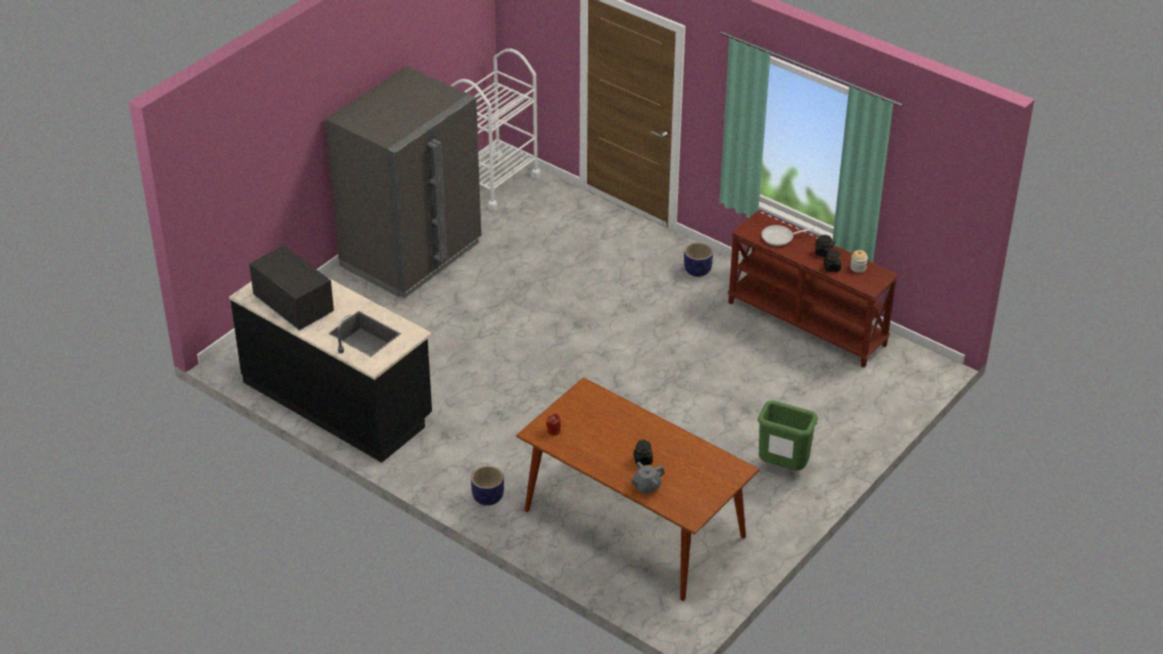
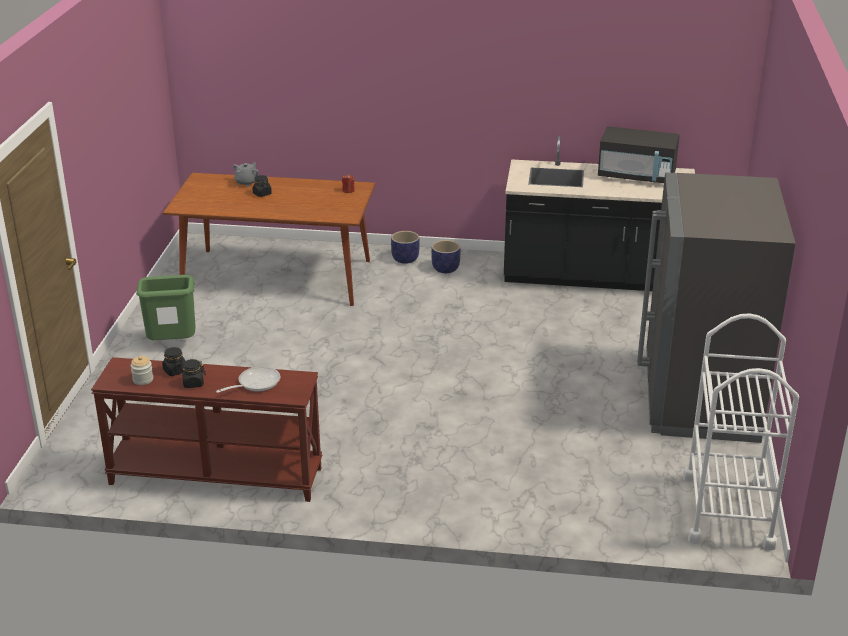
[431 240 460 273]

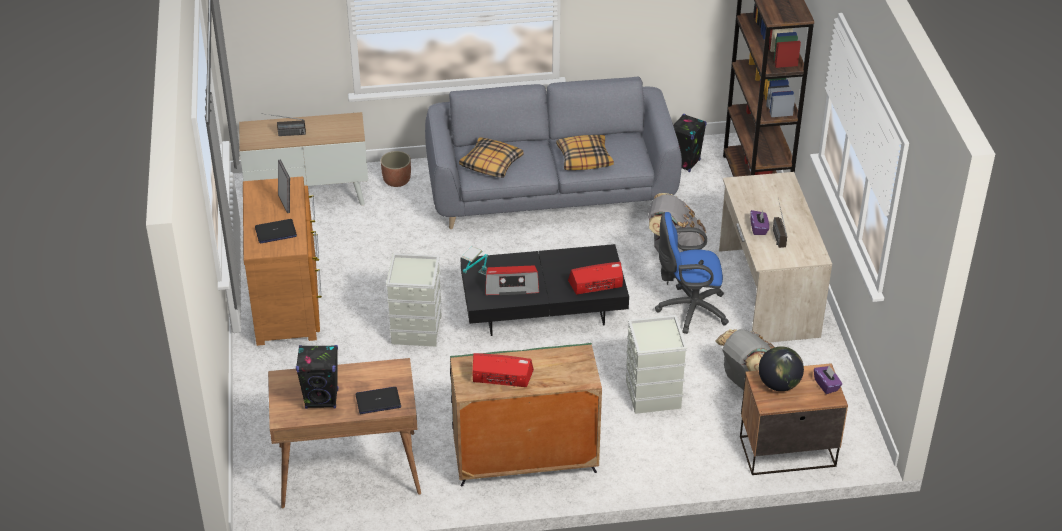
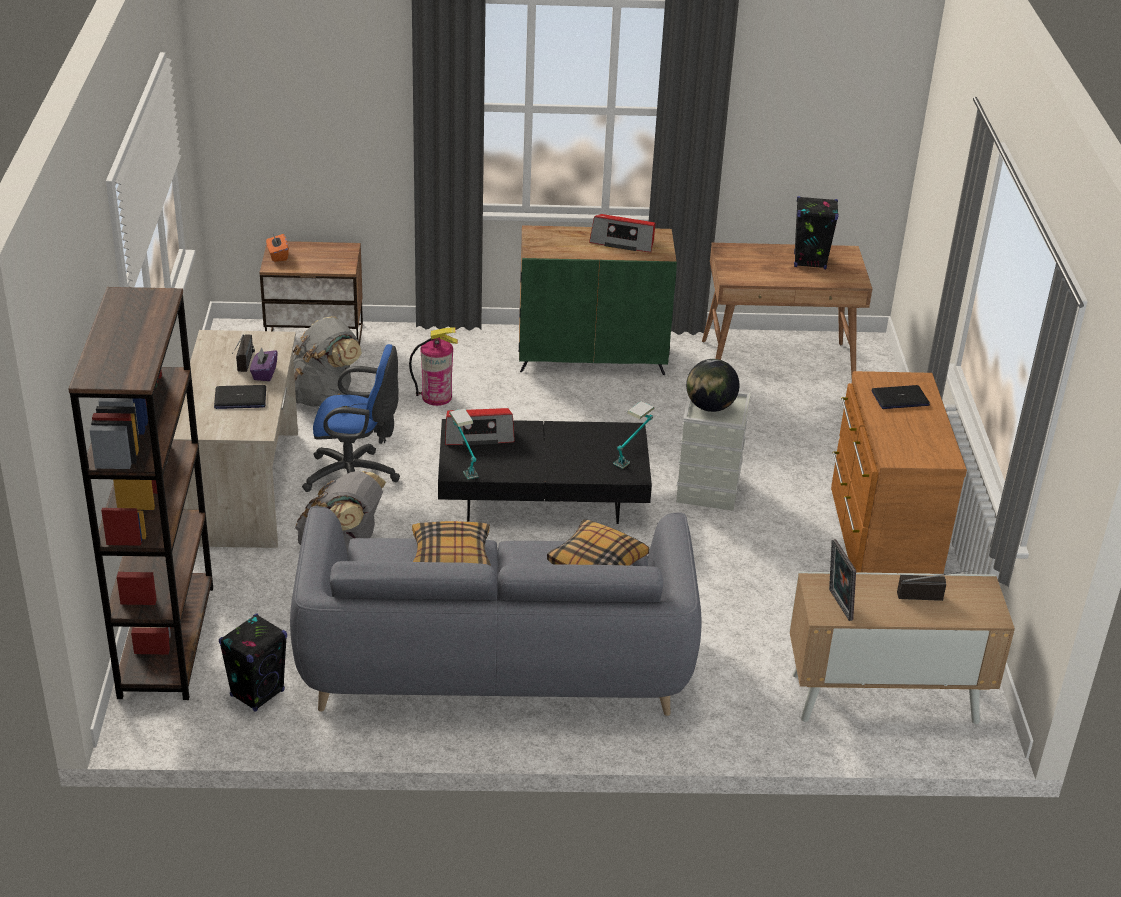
[381 151 411 187] (first image)
[485 266 539 295] (first image)
[449 408 479 480]
[829 539 856 621]
[214 385 266 409]
[686 359 740 412]
[409 327 458 406]
[266 233 289 262]

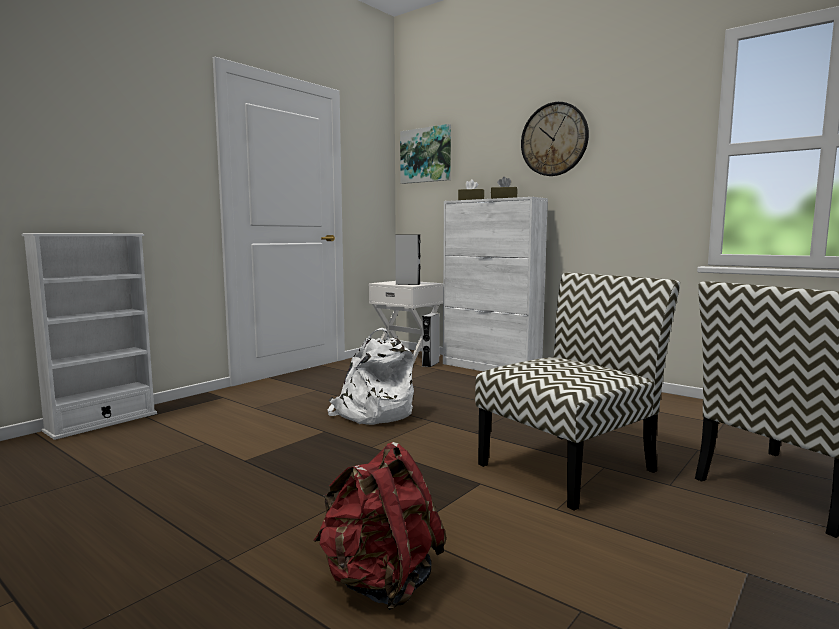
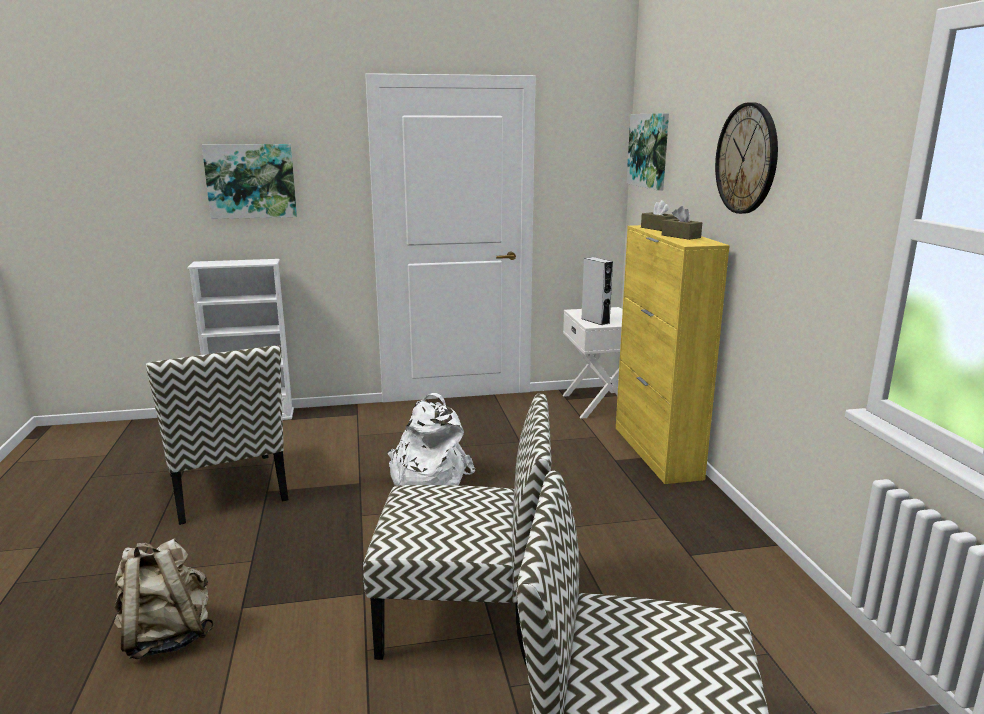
[422 313 440 367] (first image)
[146 345 289 525]
[202 144 297 219]
[114 538 214 659]
[616 225 730 484]

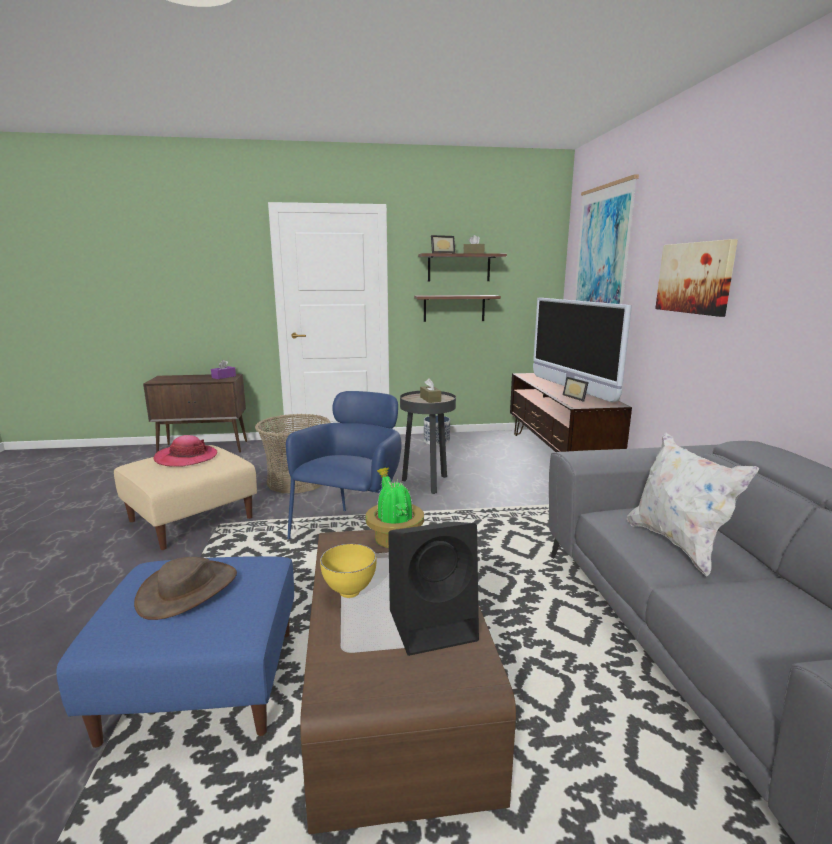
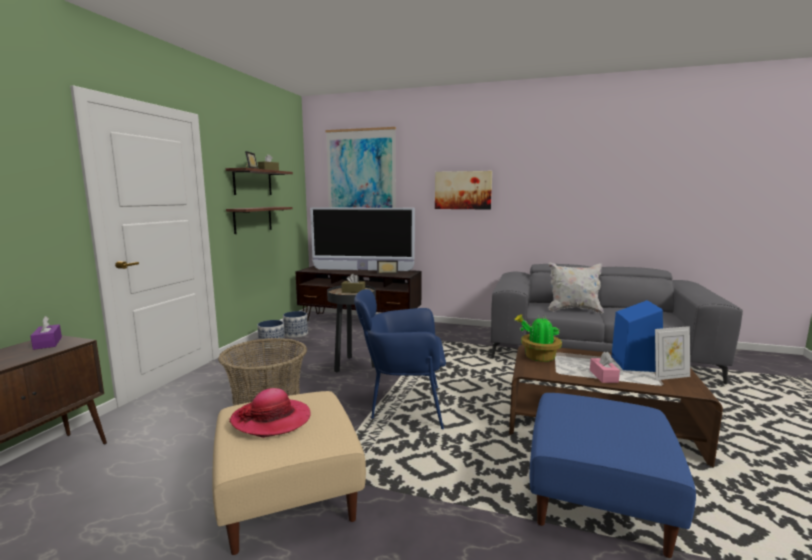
[134 557 237 620] (first image)
[283 311 308 338]
[655 326 690 380]
[590 352 620 383]
[612 300 663 372]
[354 289 446 429]

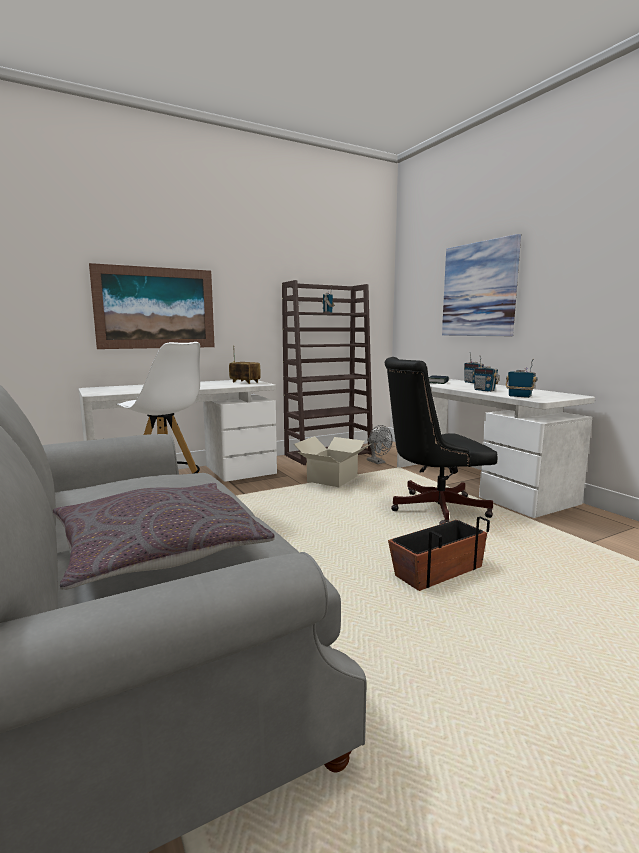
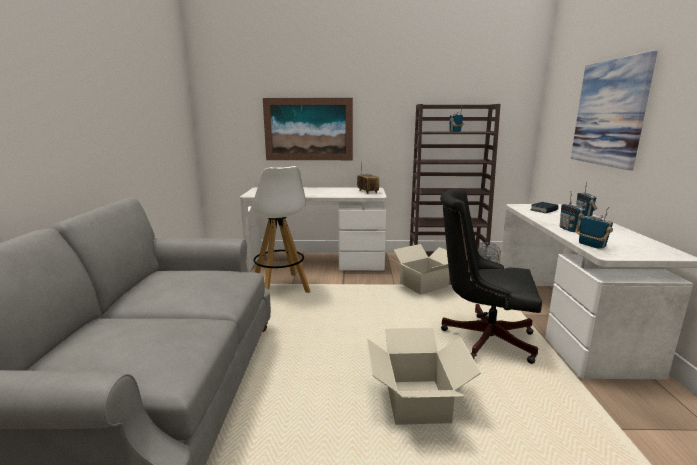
[53 483 275 590] (first image)
[366 328 481 425]

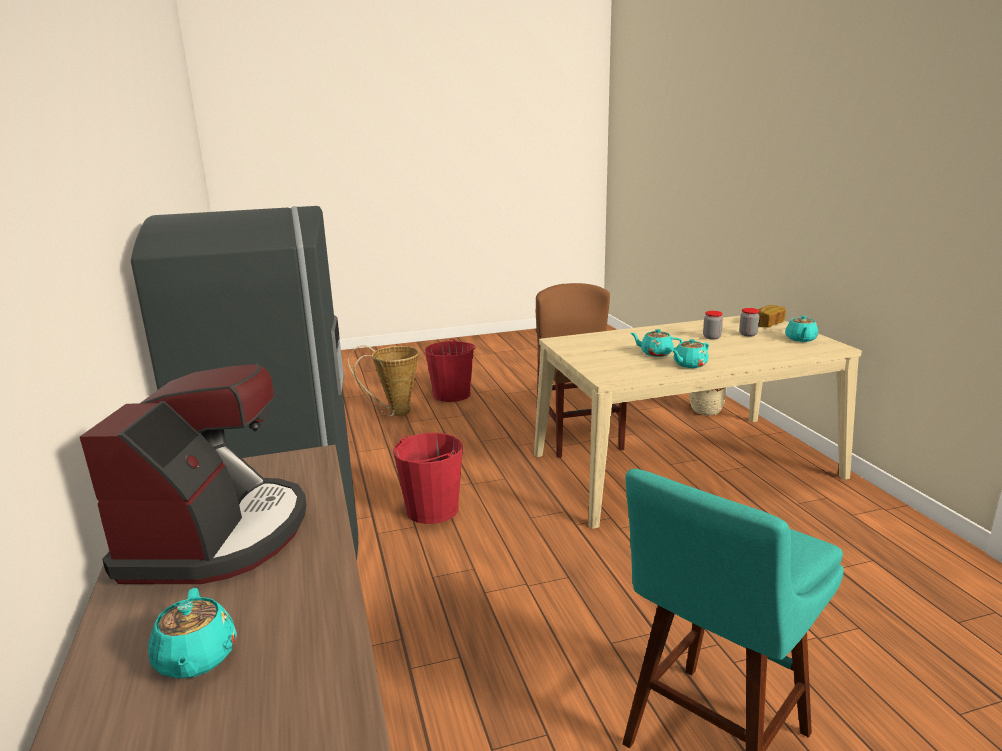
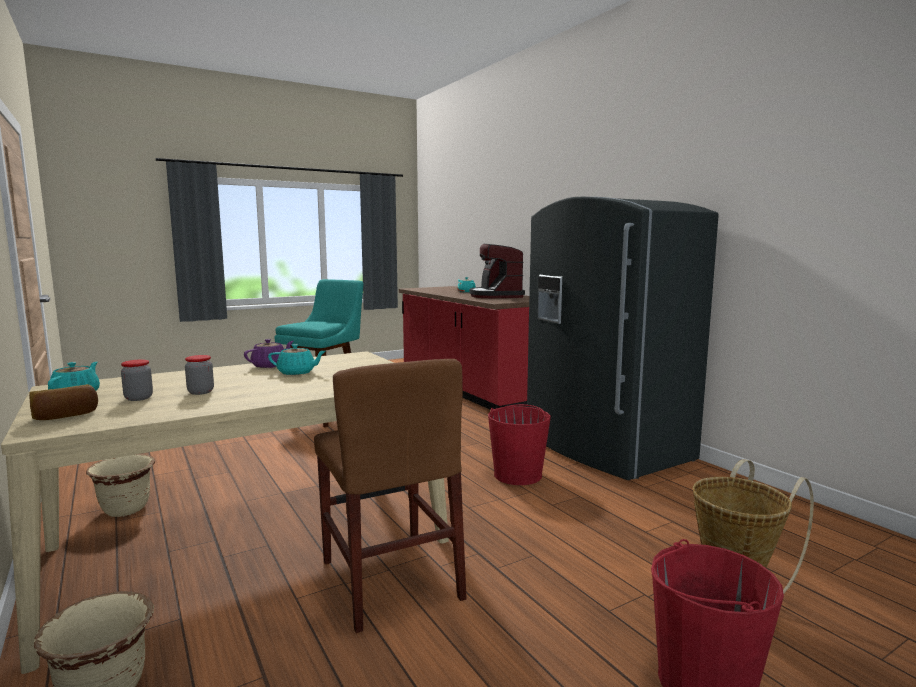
[86 454 155 517]
[244 339 294 368]

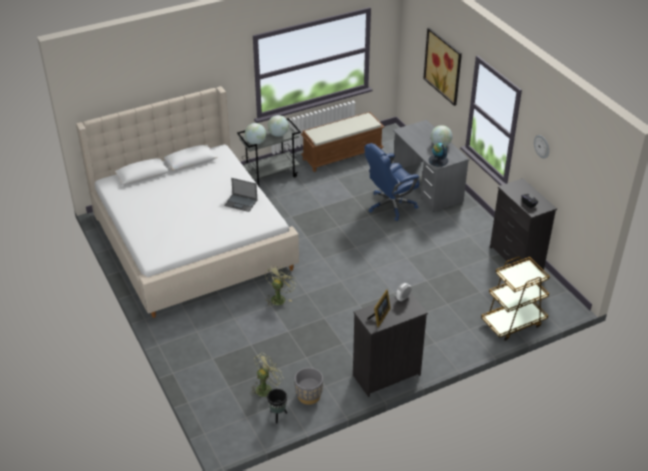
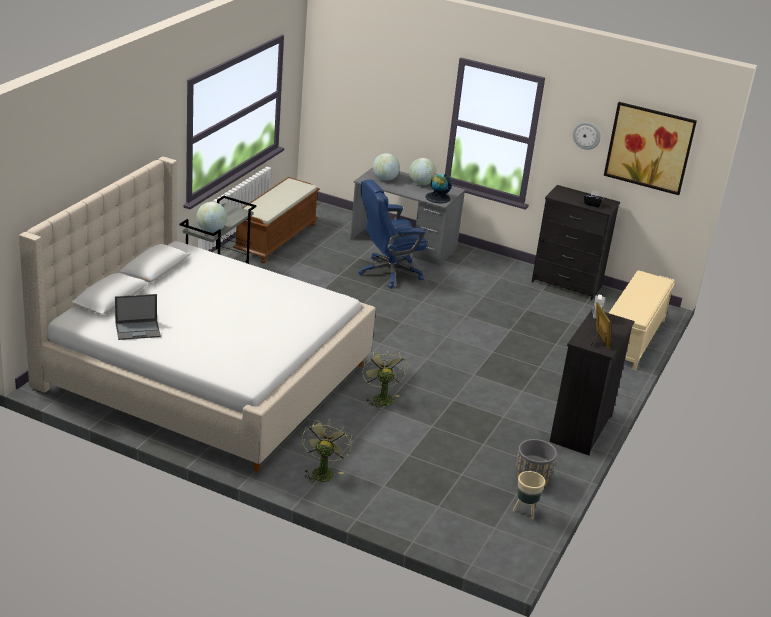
[115 294 161 340]
[302 420 352 485]
[373 153 400 181]
[604 102 697 195]
[609 270 675 370]
[513 471 545 519]
[358 179 427 289]

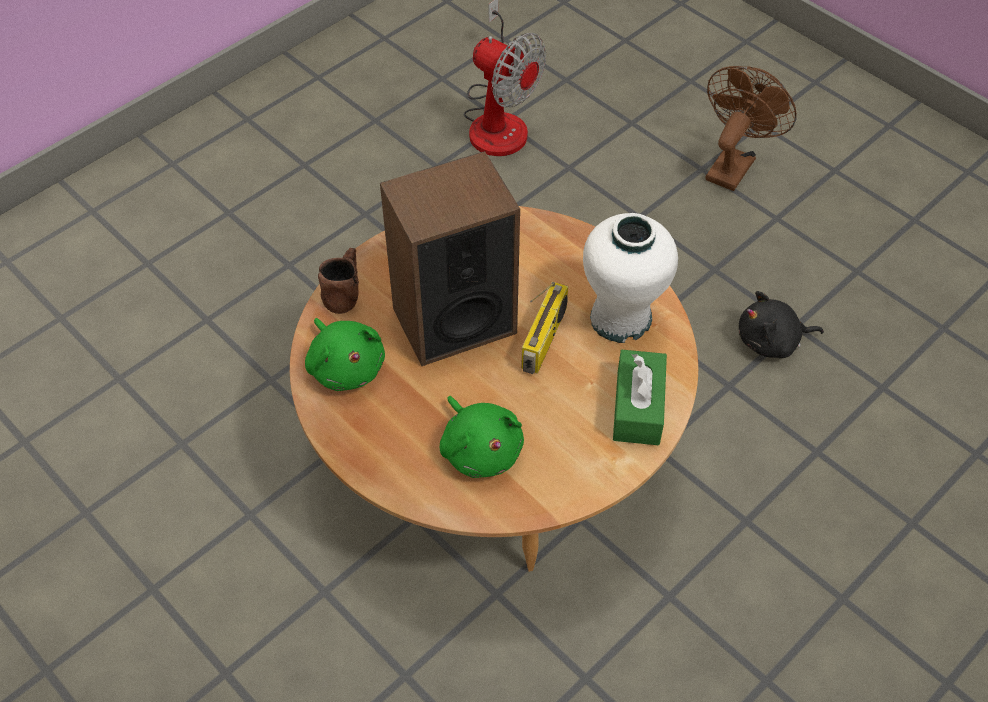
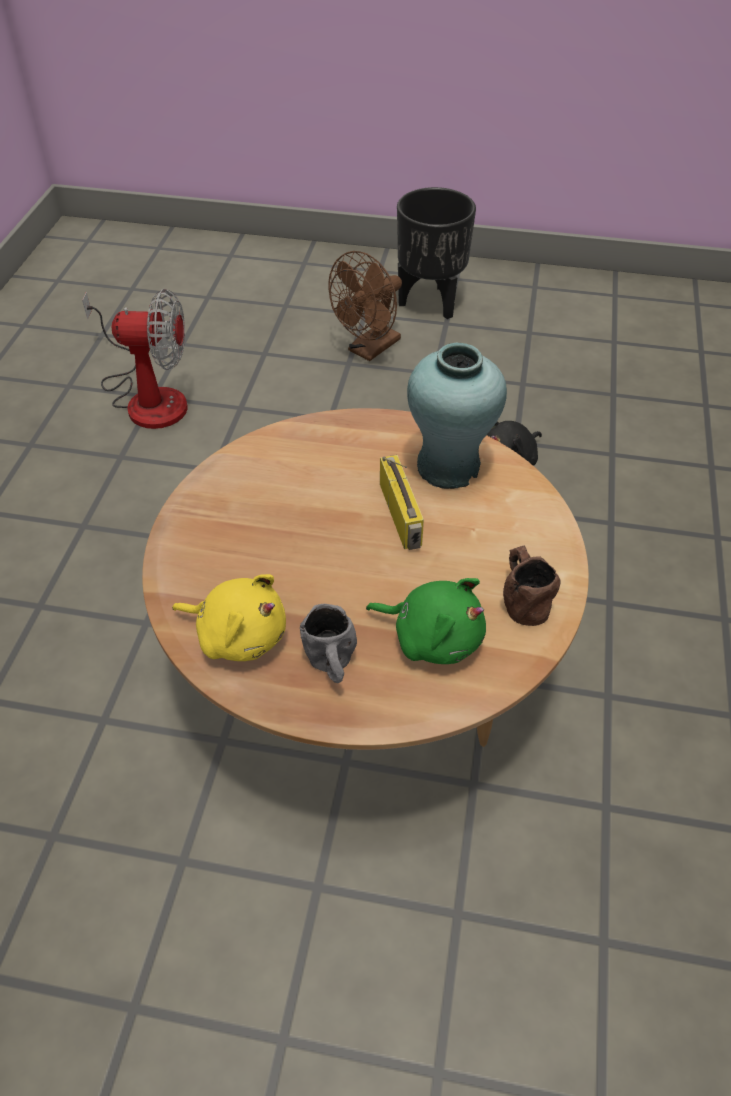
[380 151 520 366] (first image)
[613 350 667 445] (first image)
[300 604 357 683]
[397 187 476 319]
[503 545 561 626]
[172 574 286 661]
[407 343 507 489]
[328 251 402 361]

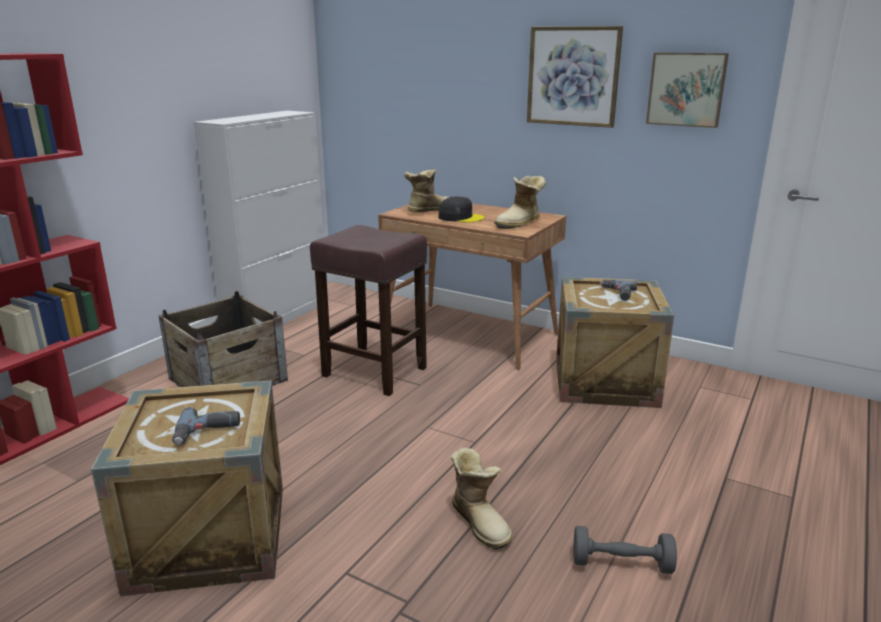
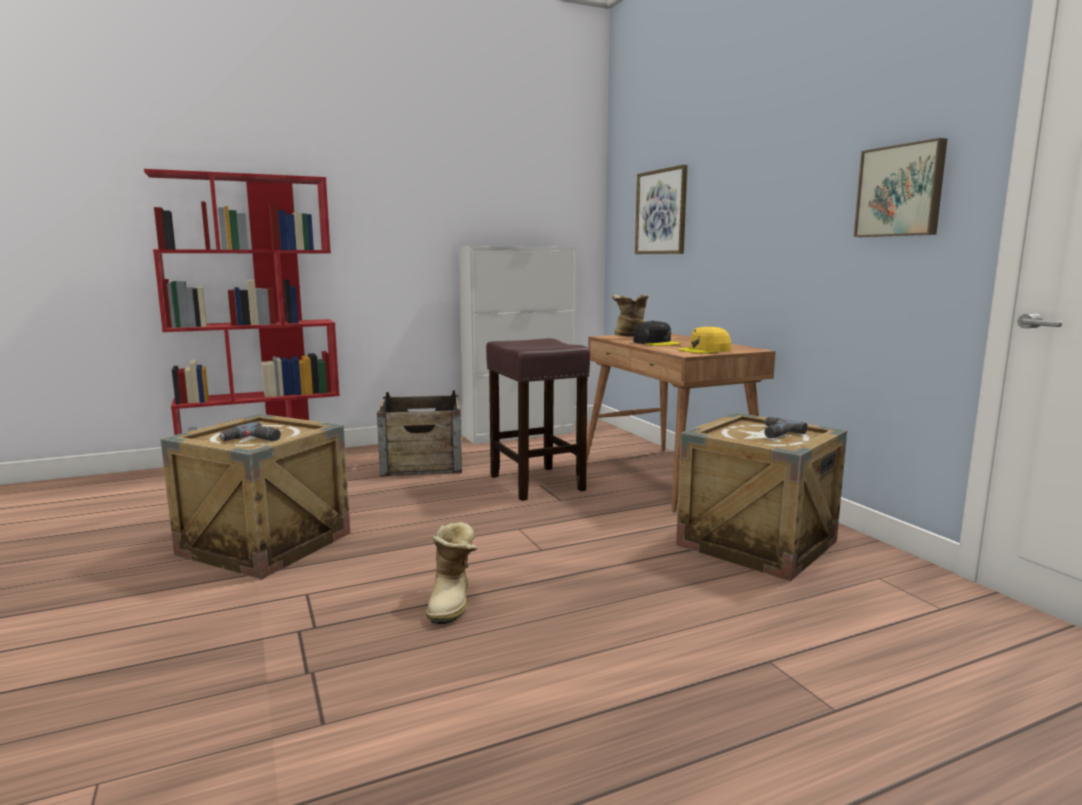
[574 526 677 574] (first image)
[635 165 687 254]
[678 326 731 354]

